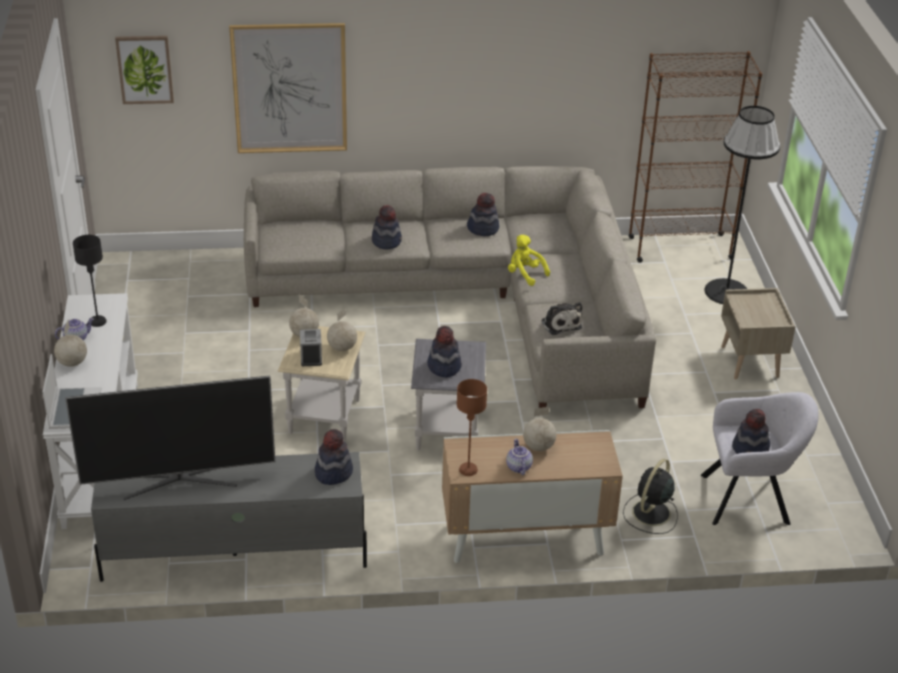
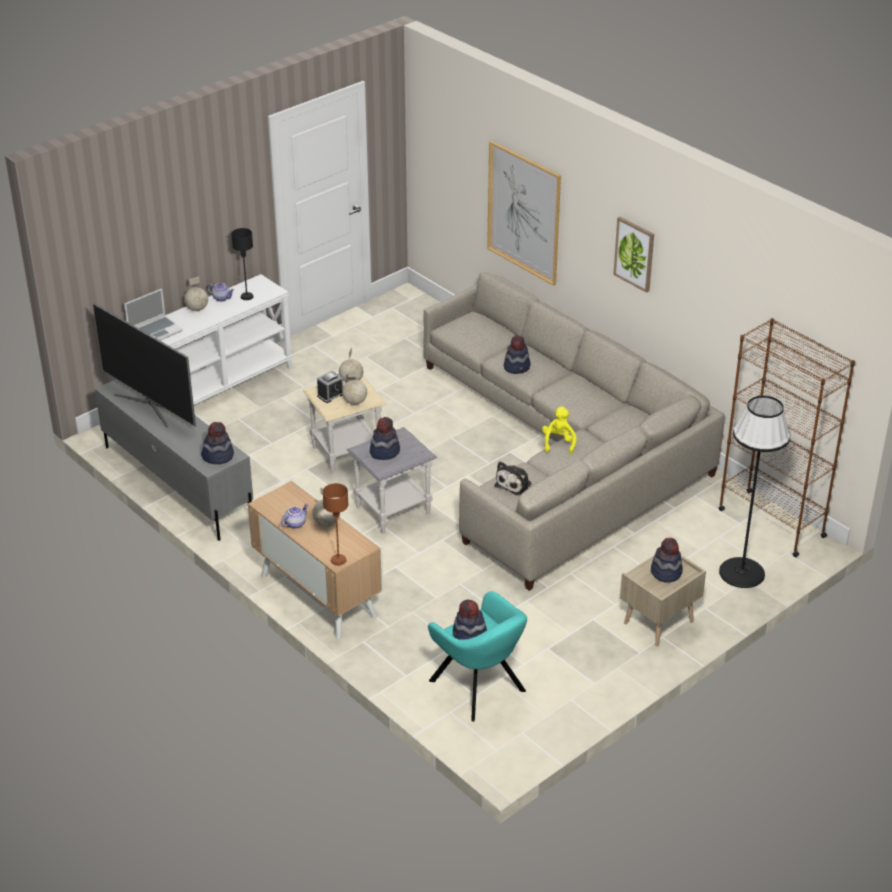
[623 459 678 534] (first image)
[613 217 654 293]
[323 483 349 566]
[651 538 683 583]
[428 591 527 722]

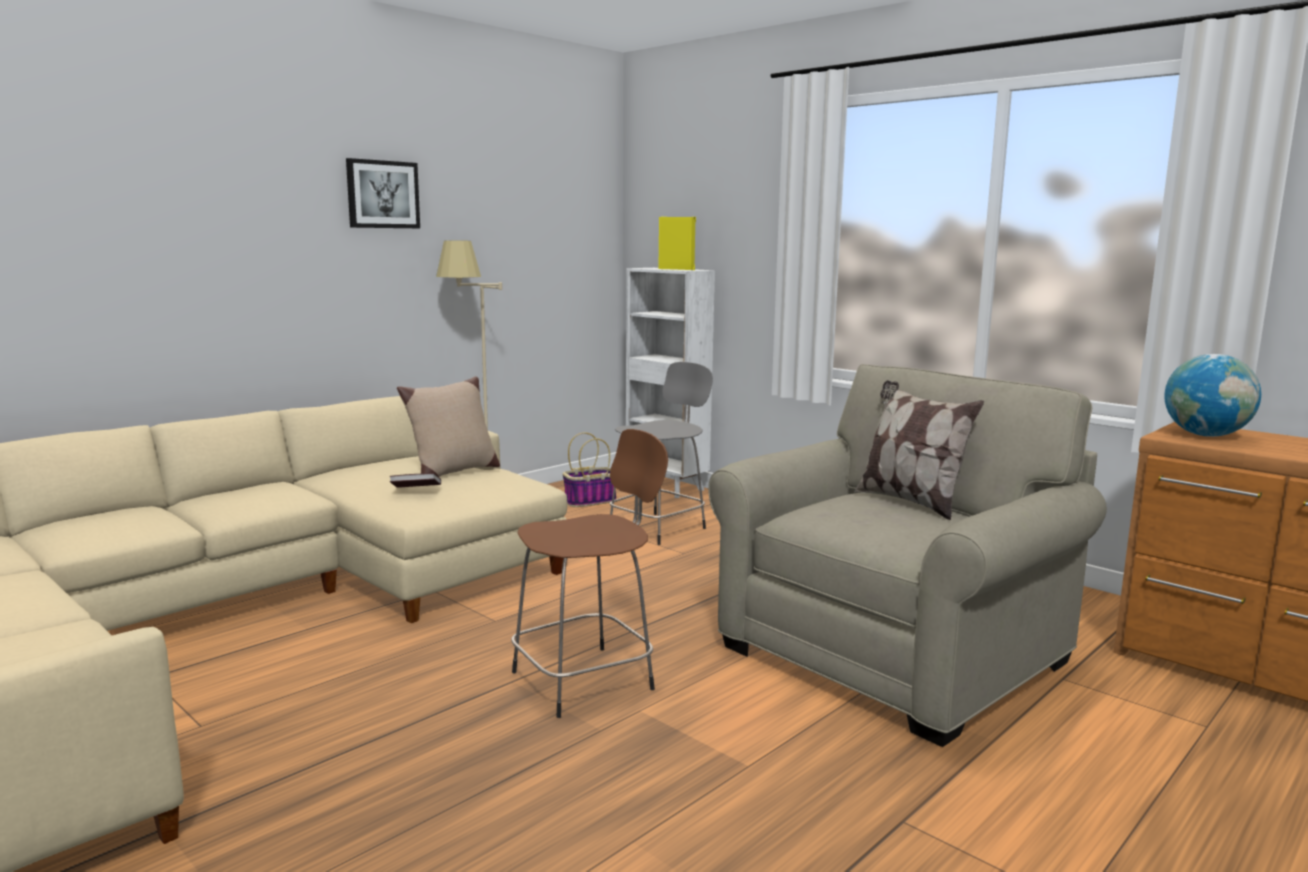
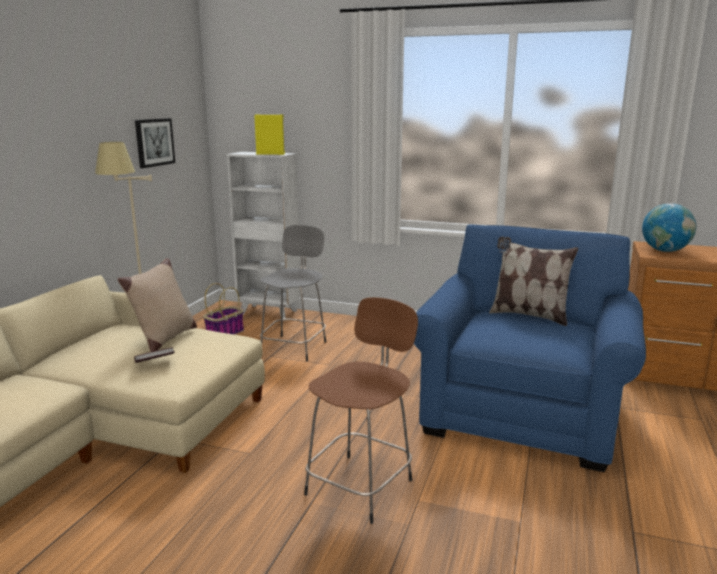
[135 118 175 168]
[414 224 646 472]

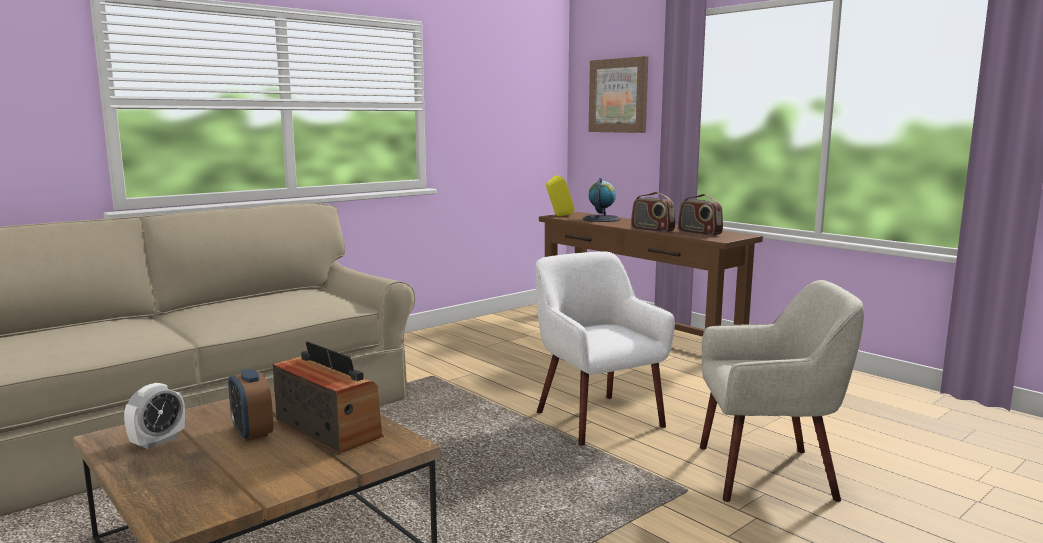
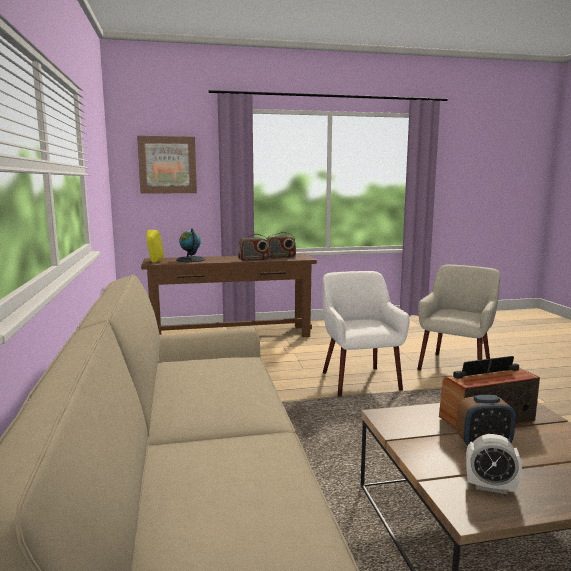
[466 434 522 494]
[322 271 410 397]

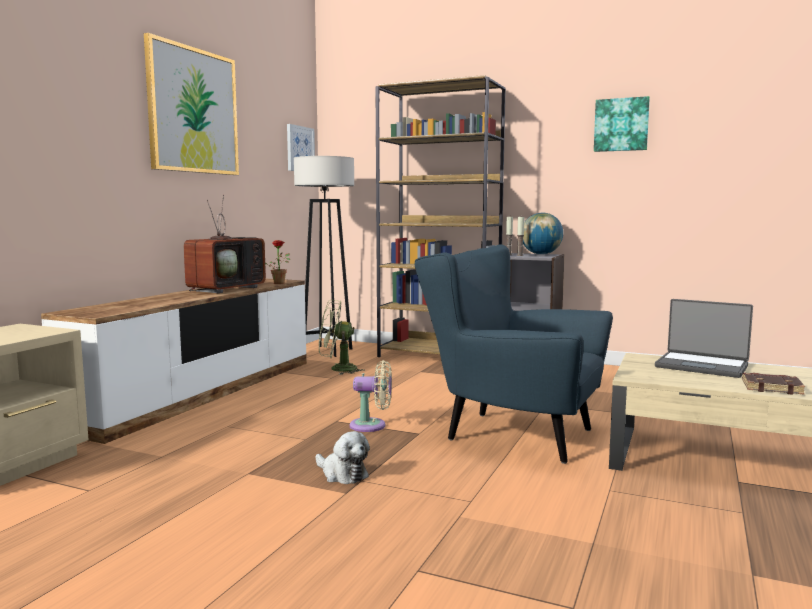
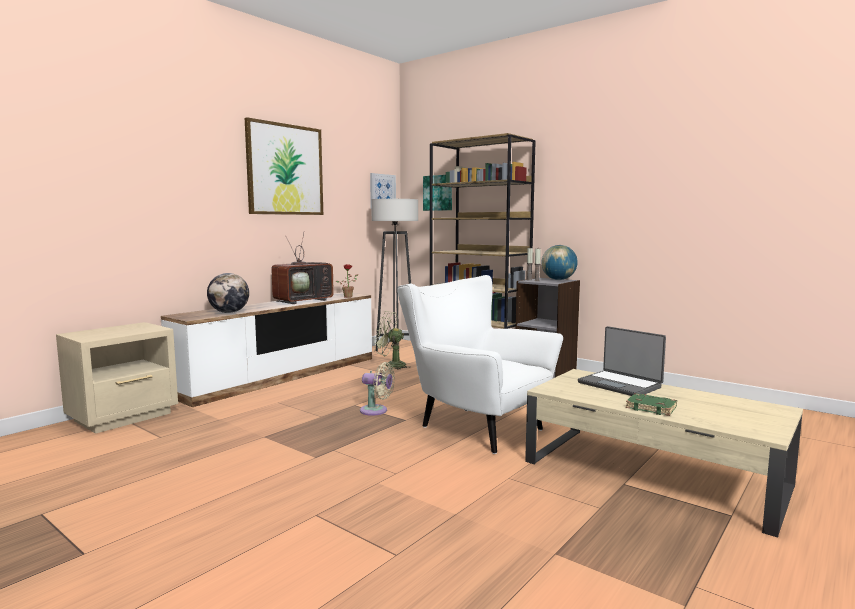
[315 431 370 484] (first image)
[207 273 249 313]
[423 175 452 211]
[397 275 563 454]
[626 393 677 416]

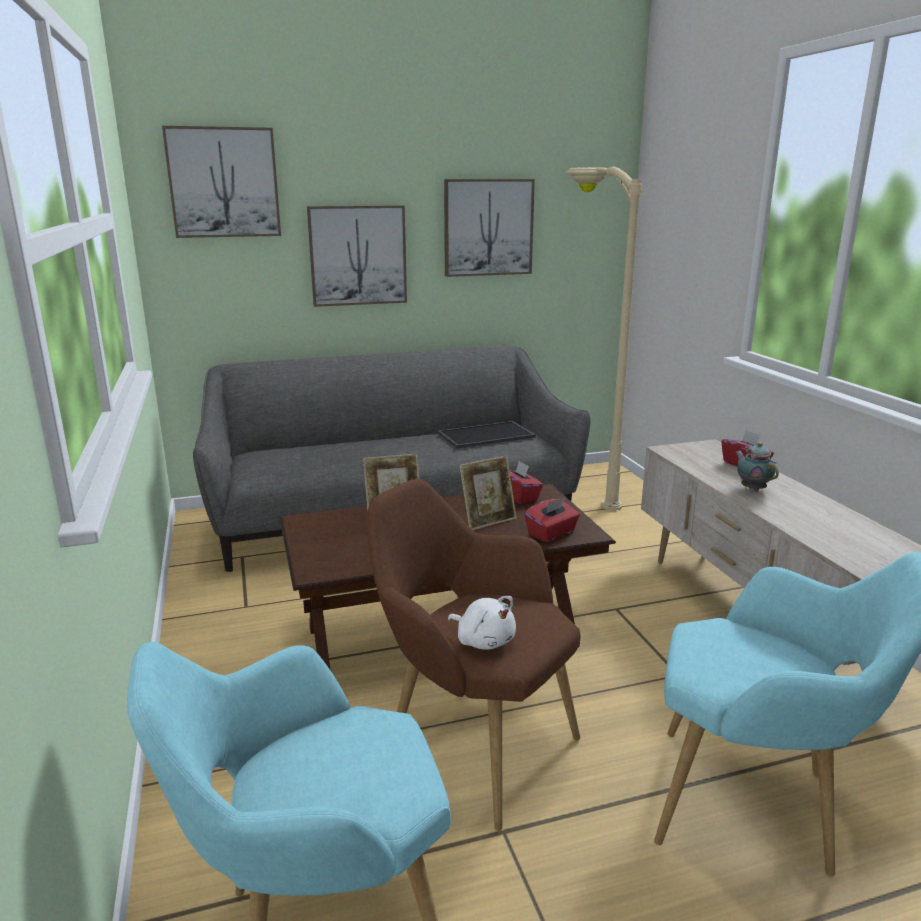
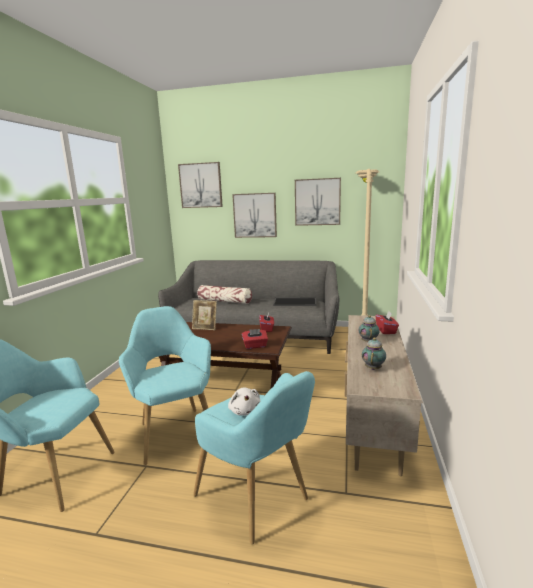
[459 456 517 530] (first image)
[197 285 252 304]
[362 337 386 370]
[228 388 260 416]
[119 306 211 465]

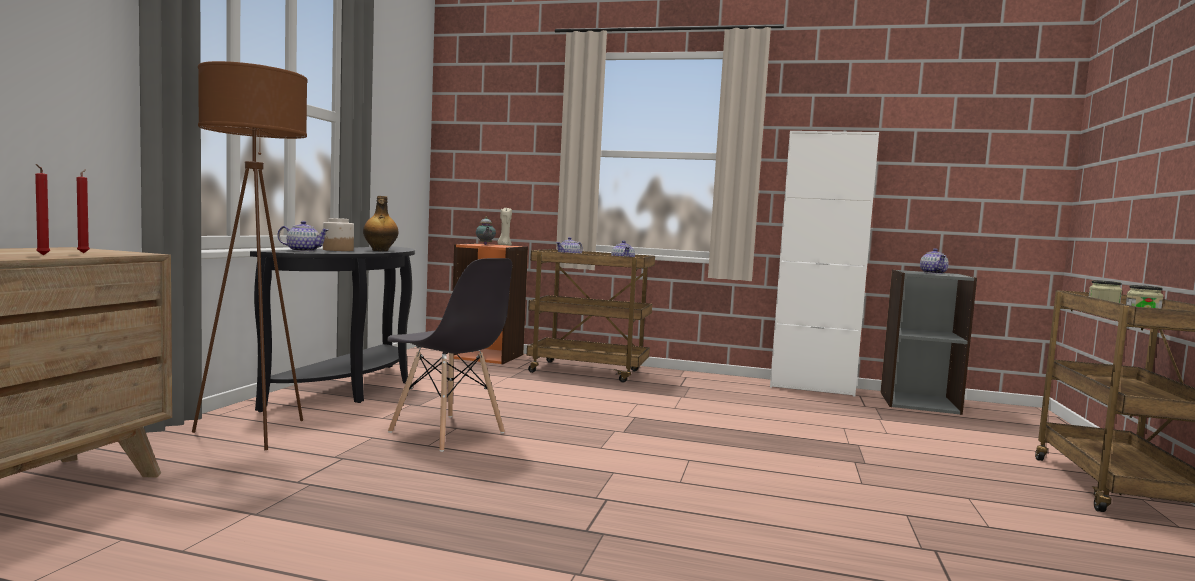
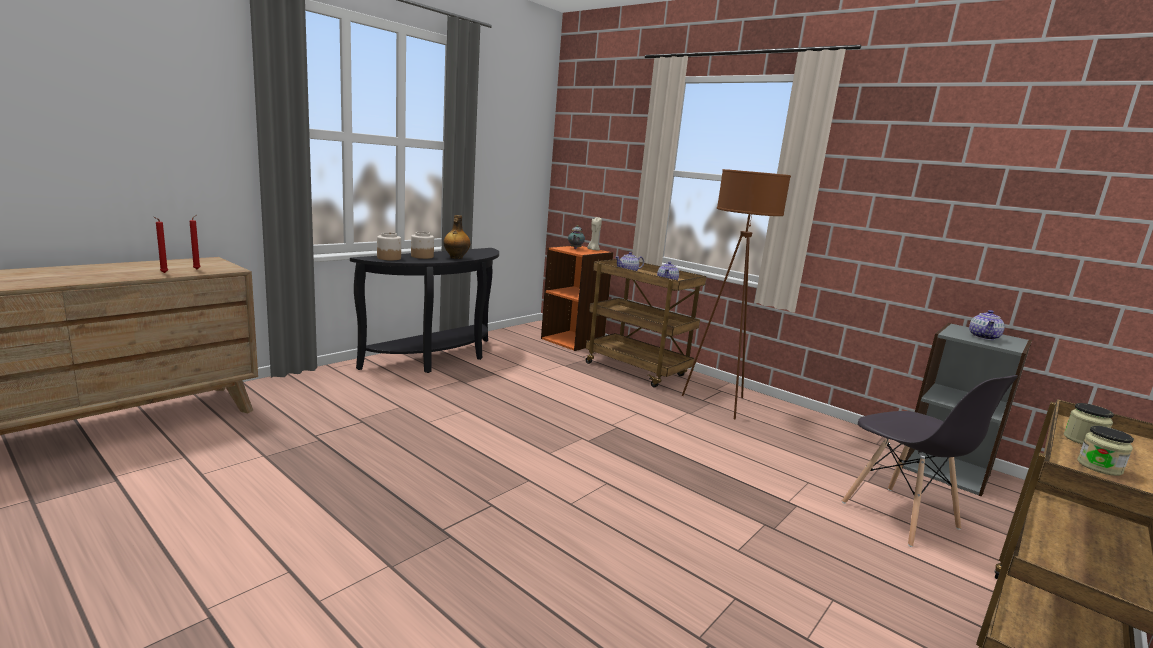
[770 131 879 397] (first image)
[682 169 791 419]
[842 375 1018 547]
[377 232 401 260]

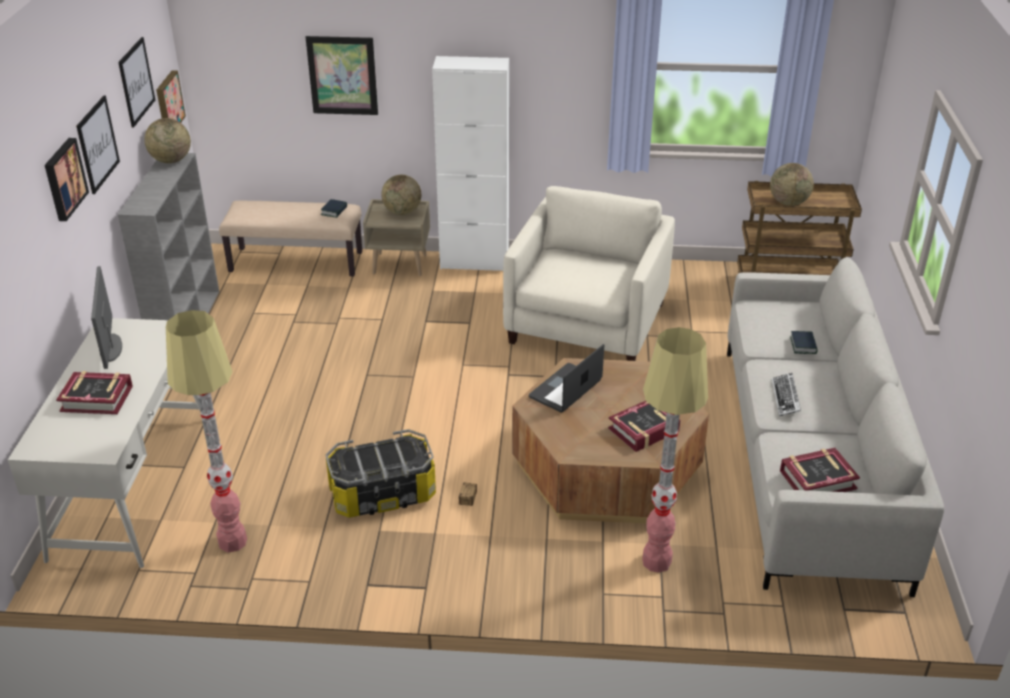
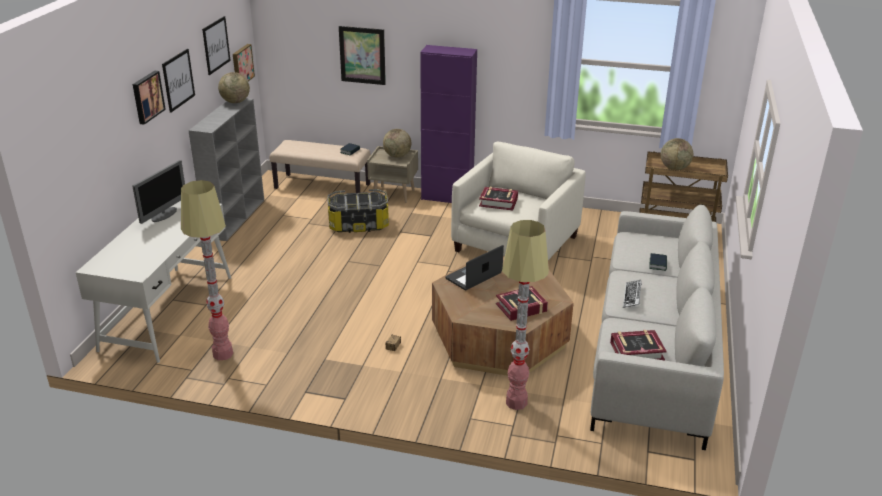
[479 187 518 211]
[327 189 389 233]
[420 45 477 203]
[132 160 185 224]

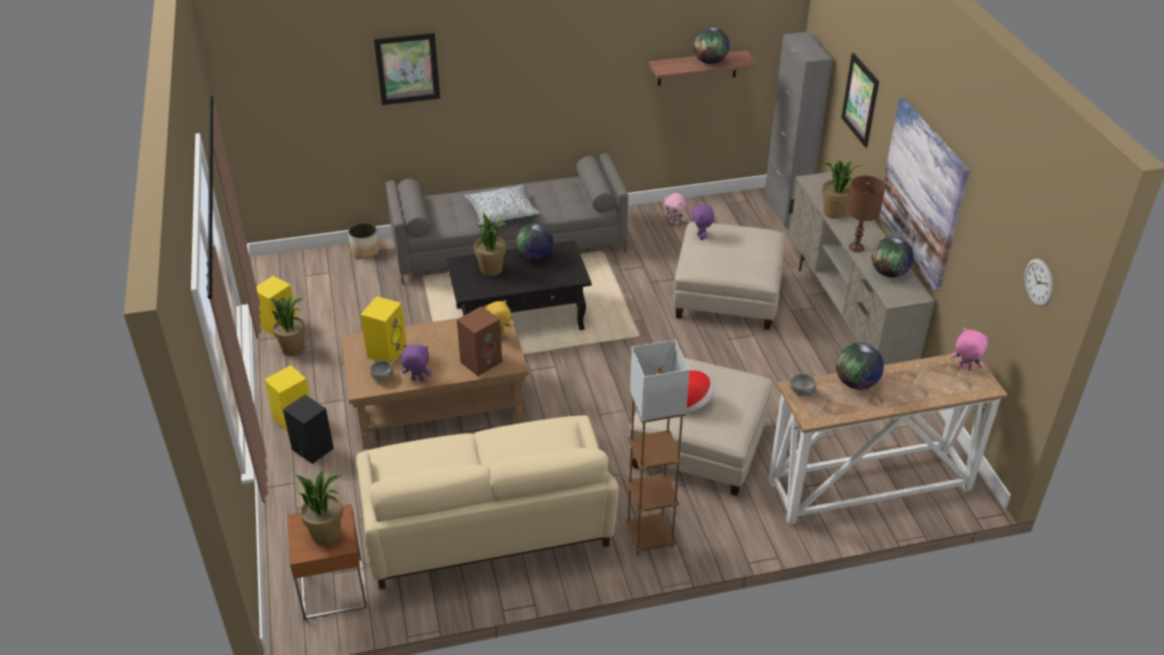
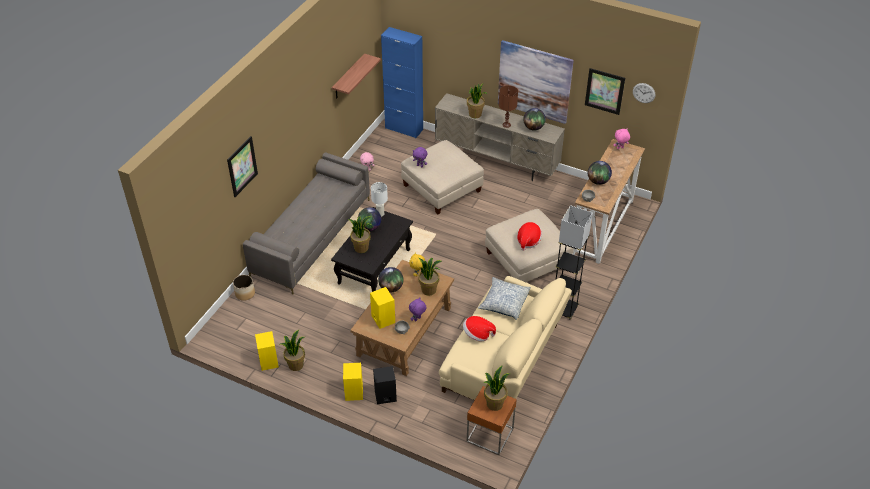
[371 182 388 217]
[463 316 496 341]
[478 277 531 320]
[378 267 403 292]
[585 68 625 115]
[418 258 442 296]
[556 205 593 320]
[381 27 423 138]

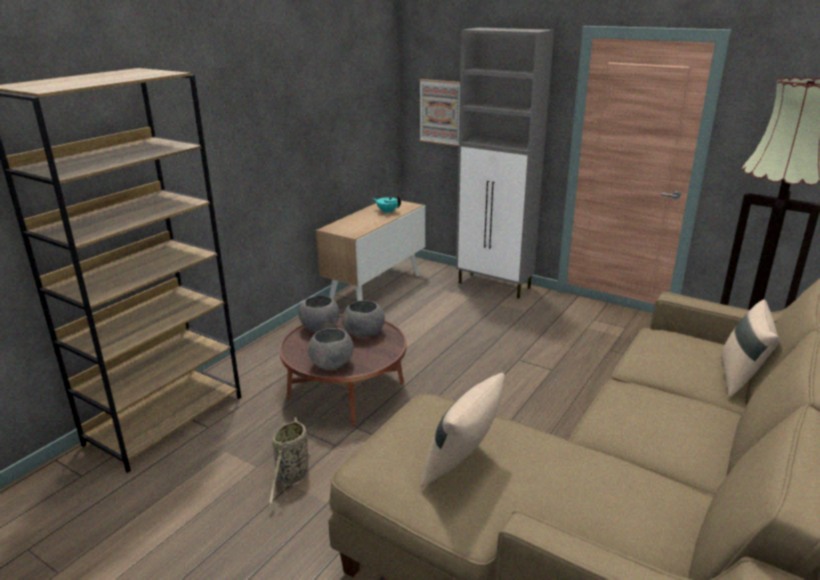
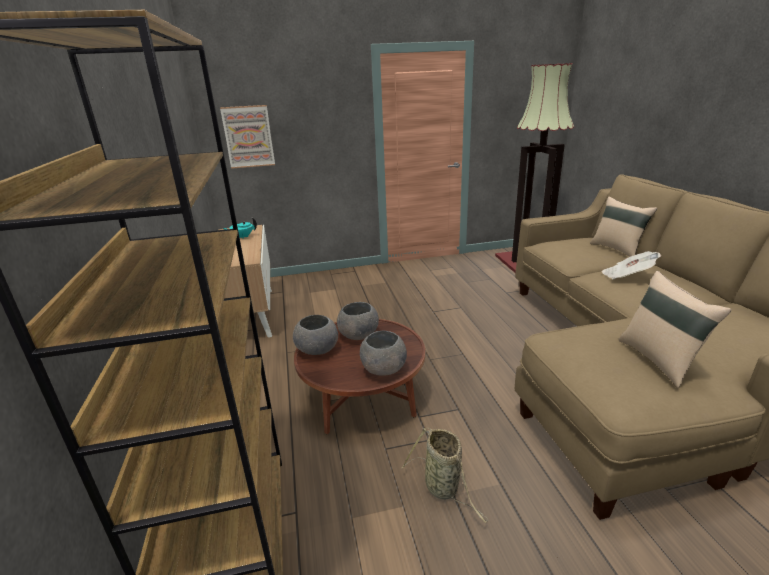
[456 28 554 299] (first image)
[602 251 661 279]

